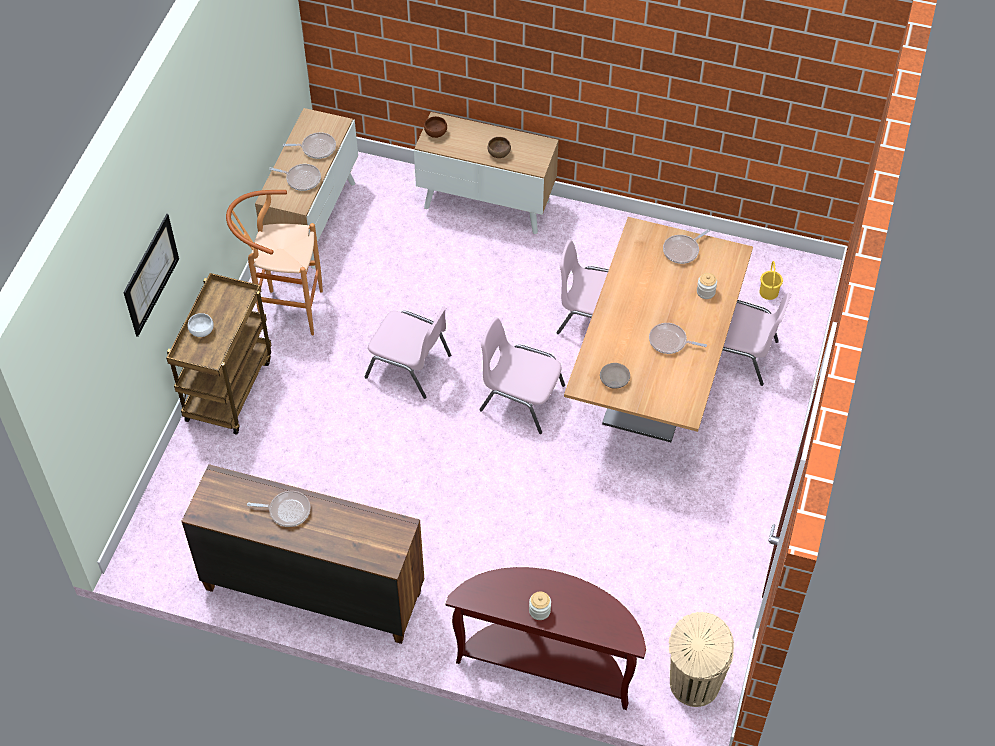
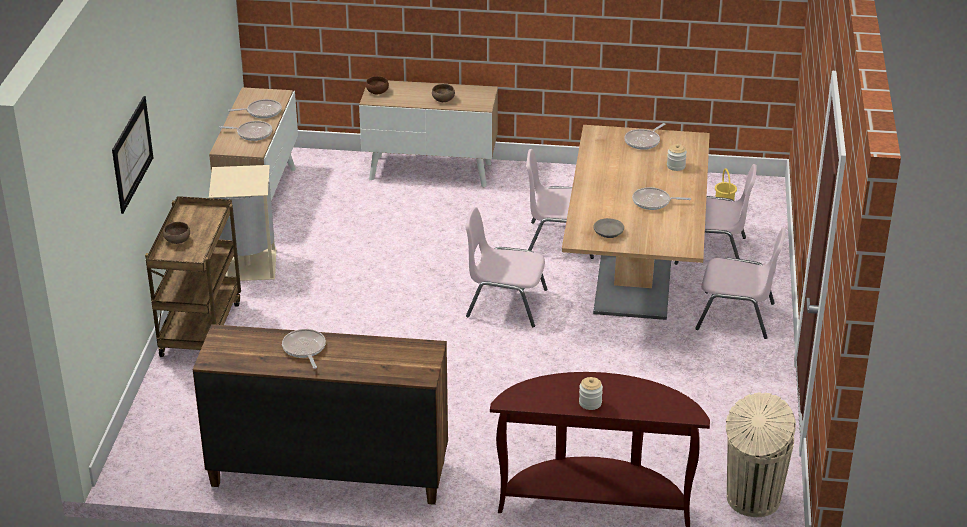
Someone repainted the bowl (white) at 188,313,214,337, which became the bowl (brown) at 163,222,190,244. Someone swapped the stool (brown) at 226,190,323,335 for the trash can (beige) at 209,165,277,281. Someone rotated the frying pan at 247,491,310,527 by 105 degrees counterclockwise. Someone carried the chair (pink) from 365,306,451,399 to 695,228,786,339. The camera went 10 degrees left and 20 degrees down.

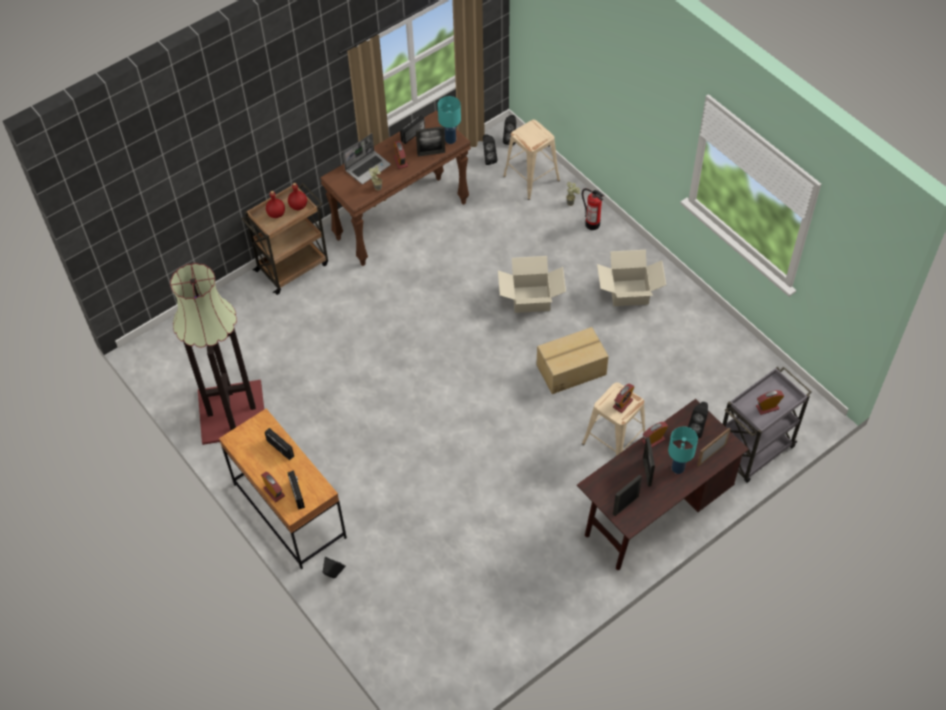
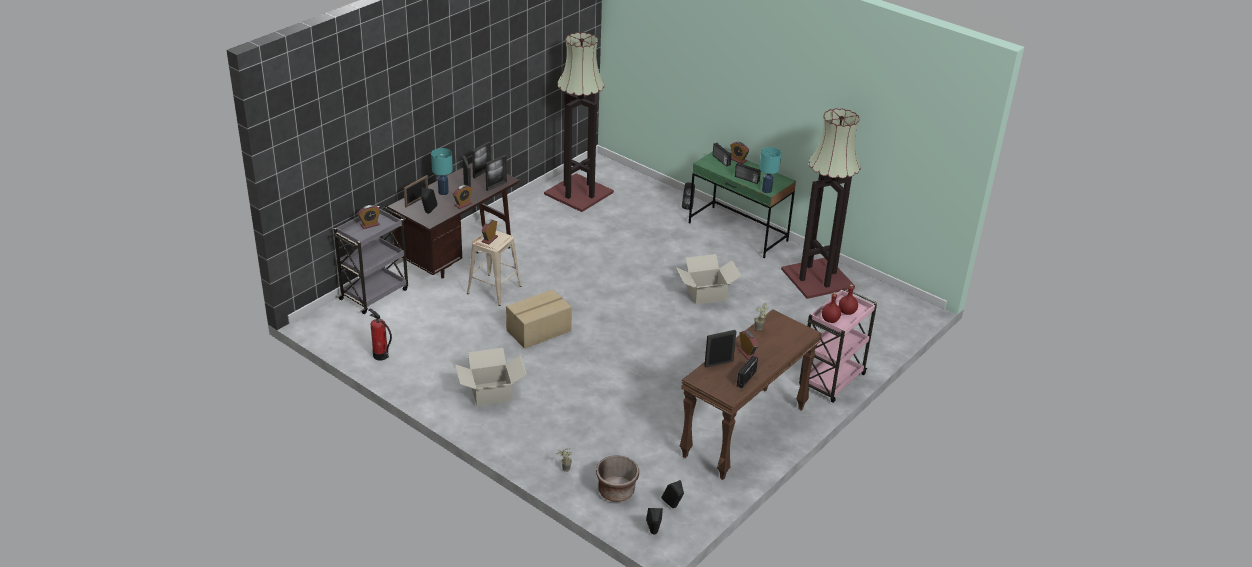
Someone repainted the desk (brown) at 219,409,347,569, which became the desk (green) at 689,152,796,258. Someone repainted the cart (brown) at 241,183,328,295, which became the cart (pink) at 799,289,877,403. Someone took away the laptop at 343,133,391,184. Someone carried the table lamp (turquoise) from 438,96,461,144 to 759,147,782,193. Someone carried the cardboard box from 498,256,566,313 to 677,254,741,305. Someone swapped the stool (beige) at 503,120,560,200 for the planter (brown) at 596,455,639,502. Someone carried the fire extinguisher from 582,188,604,230 to 368,308,392,361. Someone put down the picture frame at 485,155,507,191. Someone put down the floor lamp at 544,32,614,212. The camera went 165 degrees right and 20 degrees down.

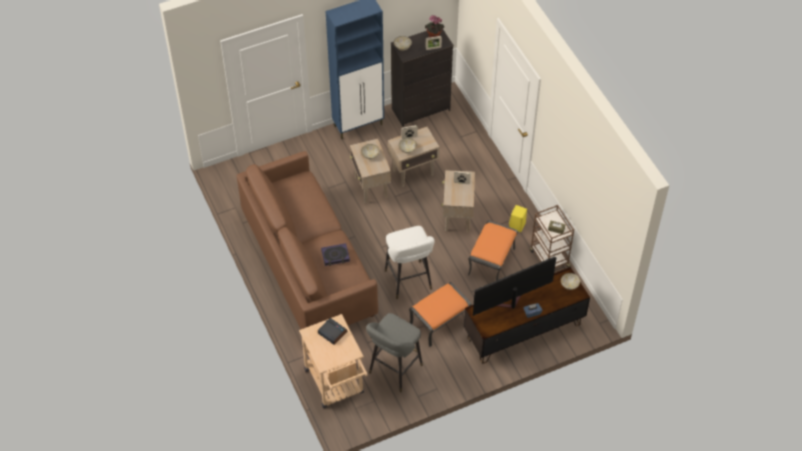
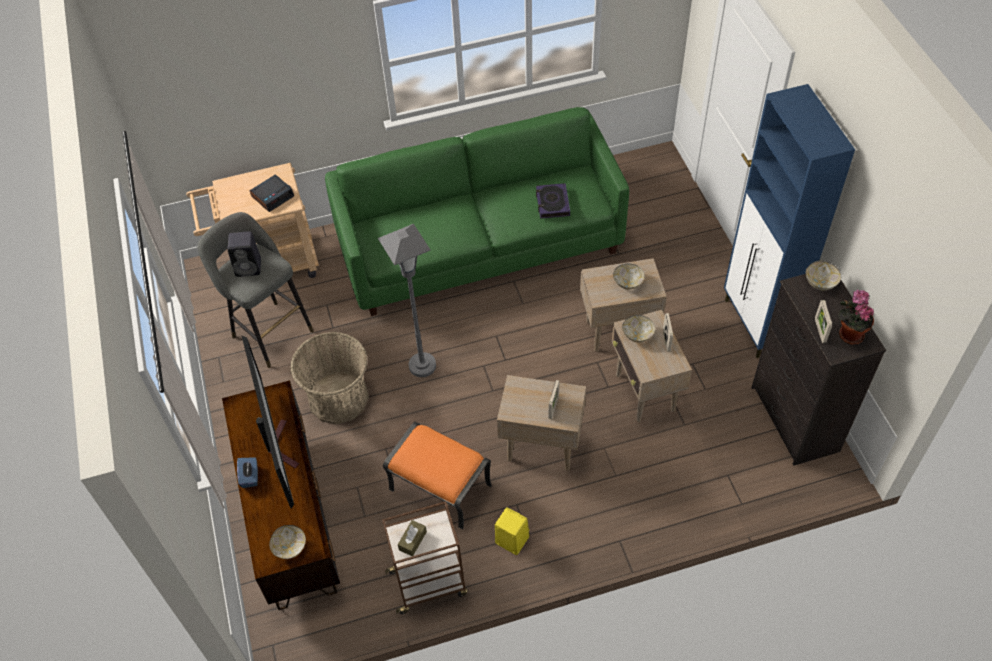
Someone repainted the sofa (brown) at 237,151,378,329, which became the sofa (green) at 325,107,629,316. Someone carried the book from 321,243,350,266 to 536,183,570,219. Someone swapped the stool (white) at 385,226,434,299 for the floor lamp (grey) at 378,224,436,377. Someone swapped the ottoman (orange) at 409,282,472,347 for the basket at 290,332,369,424. Someone put down the speaker (black) at 227,231,261,277. The camera went 100 degrees right and 0 degrees up.

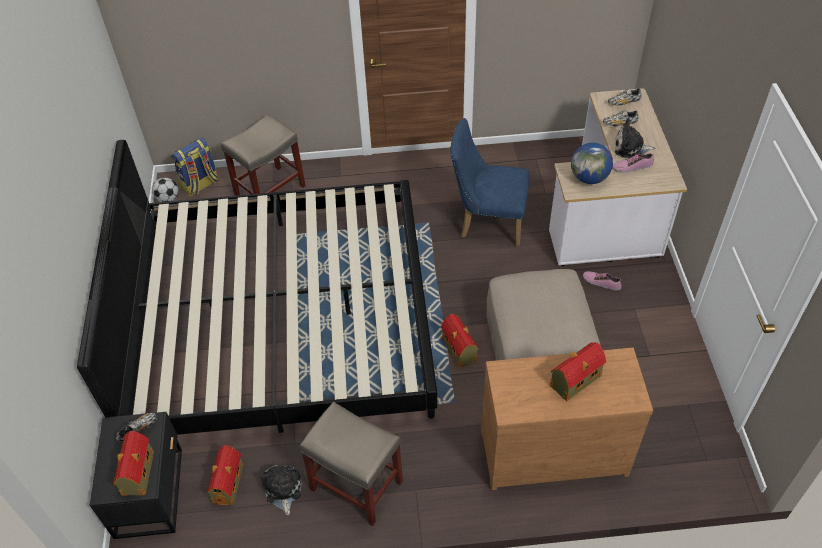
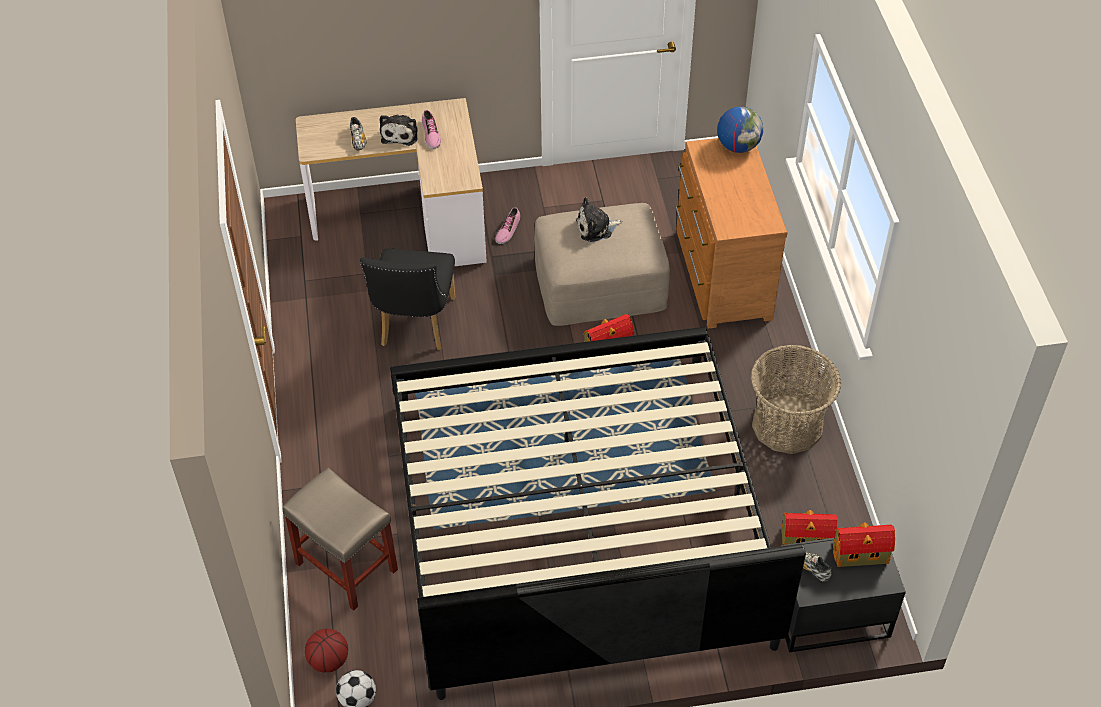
Someone swapped the backpack at 171,137,219,197 for the basketball at 305,629,348,673. Someone carried the plush toy from 260,465,302,515 to 576,197,622,242. Someone swapped the stool (beige) at 300,402,403,526 for the basket at 751,345,841,454. Someone repainted the chair (blue) at 450,118,530,246, which became the chair (black) at 360,248,455,350. Someone took away the toy house at 550,342,606,401. Someone carried the globe from 571,143,613,184 to 717,106,763,153. Someone took away the shoe at 608,88,641,106. The camera went 95 degrees left and 0 degrees up.

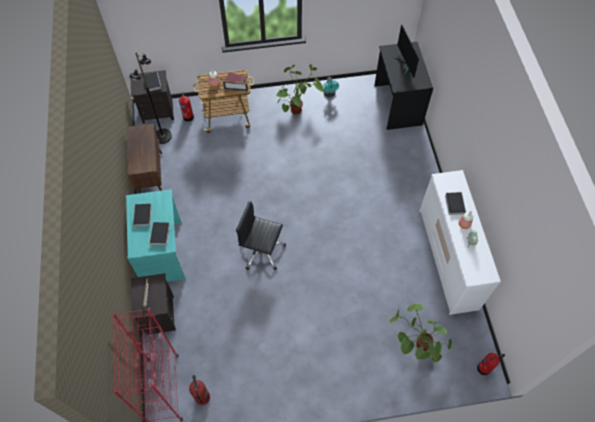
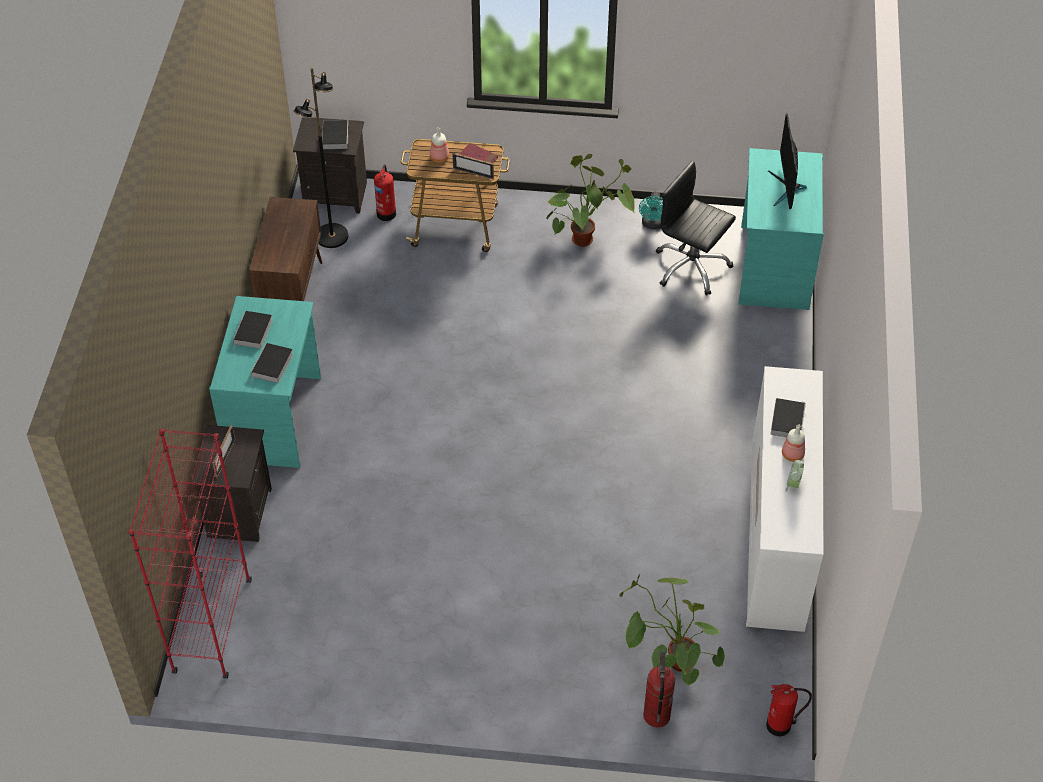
Someone carried the fire extinguisher from 189,375,210,405 to 643,652,675,727. Someone carried the office chair (black) from 236,201,286,270 to 656,161,736,296. Someone repainted the desk (black) at 374,42,433,130, which became the desk (turquoise) at 738,148,824,310. The camera went 15 degrees right and 10 degrees down.

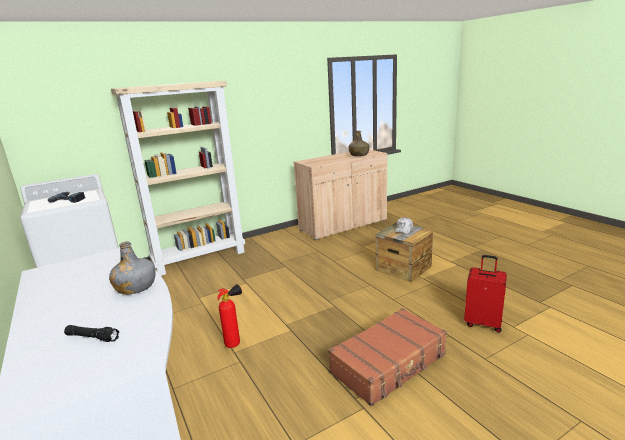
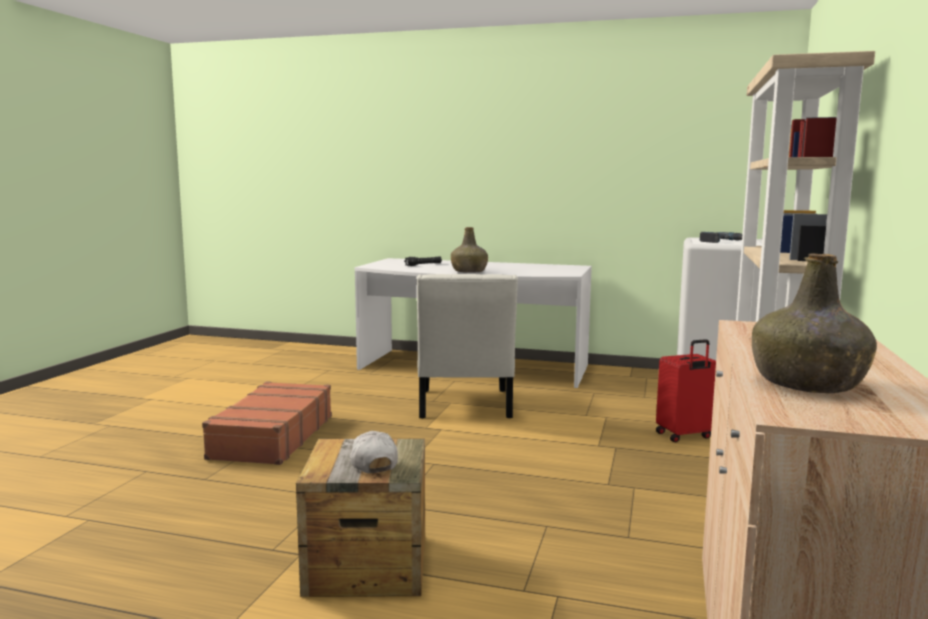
Someone repainted the bottle (grey) at 109,241,155,294, which became the bottle (green) at 451,227,488,273. Someone swapped the fire extinguisher at 217,284,242,348 for the chair (white) at 417,274,518,418. Someone carried the suitcase (red) from 464,255,507,333 to 656,339,716,442. The camera went 135 degrees right and 10 degrees down.

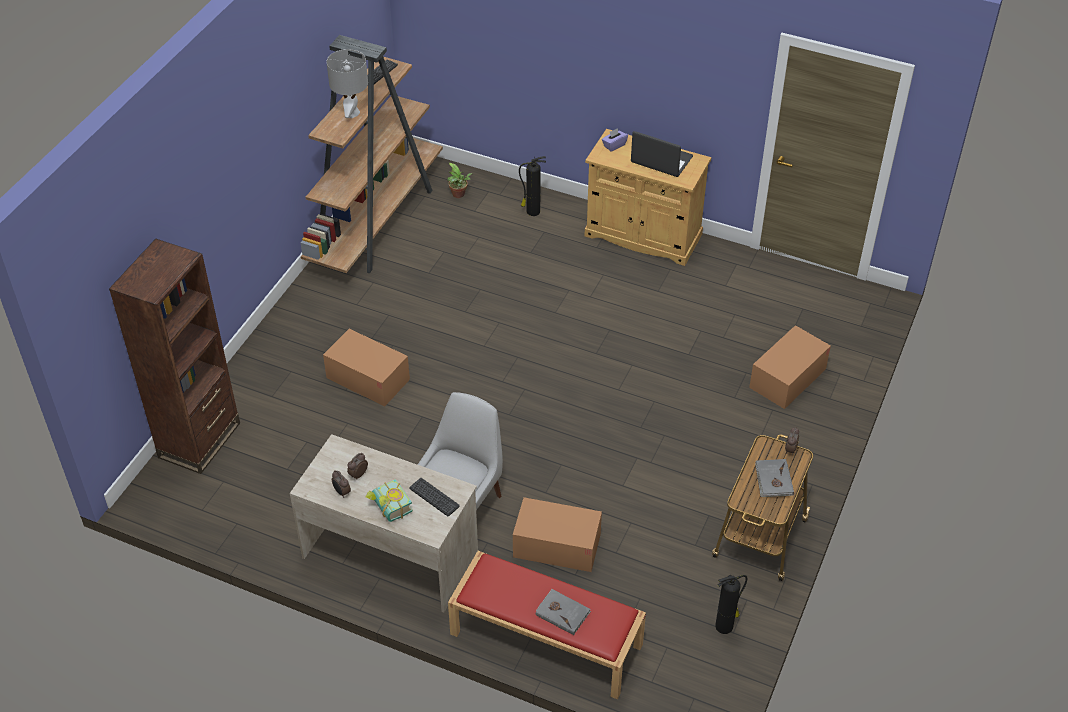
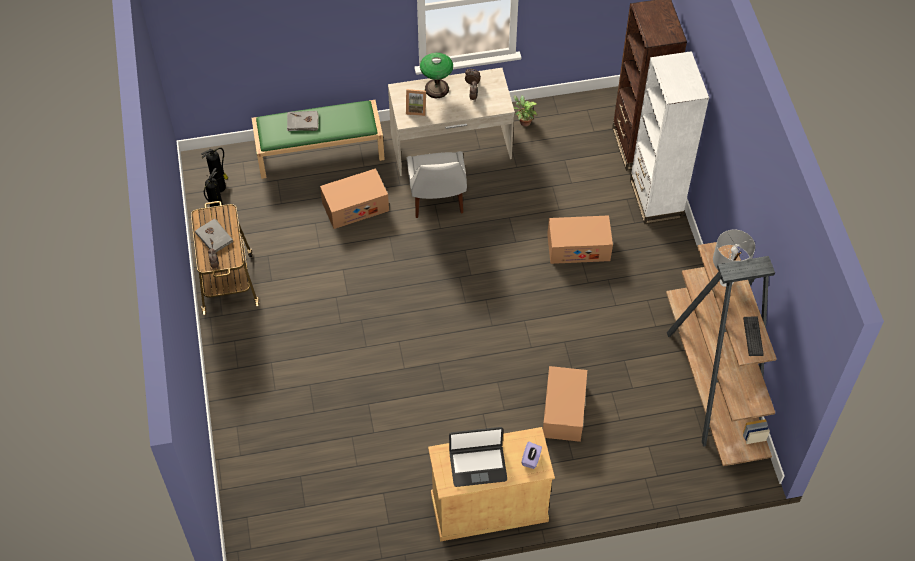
Someone swapped the book at 366,479,413,522 for the table lamp at 420,53,453,98. Someone swapped the keyboard at 409,478,460,517 for the picture frame at 406,89,426,116. Someone carried the potted plant from 447,163,473,198 to 514,95,538,127. Someone repainted the bench (red) at 448,551,646,700, which became the bench (green) at 252,100,385,179. Someone carried the fire extinguisher from 519,156,546,216 to 201,148,228,192. Someone carried the cardboard box from 749,325,831,409 to 543,366,587,442. Someone put down the bookcase (white) at 630,51,709,224. The camera went 145 degrees right and 10 degrees up.

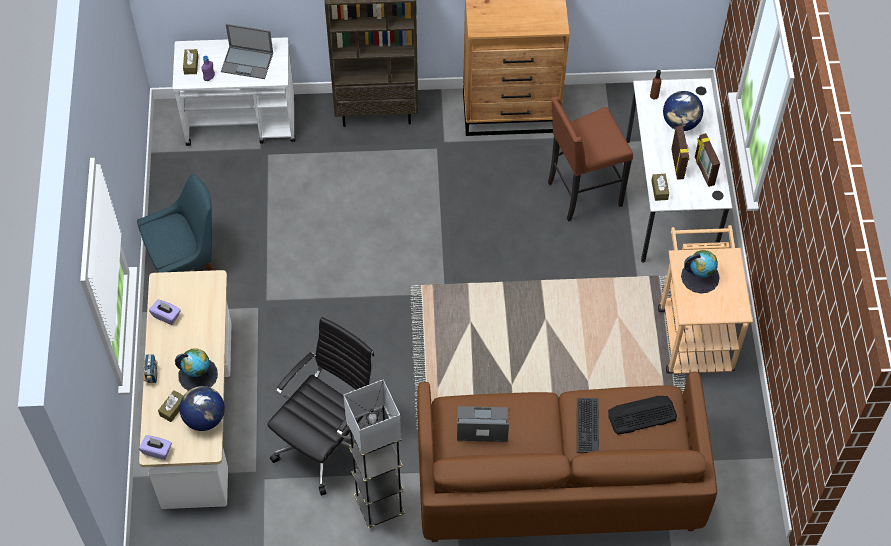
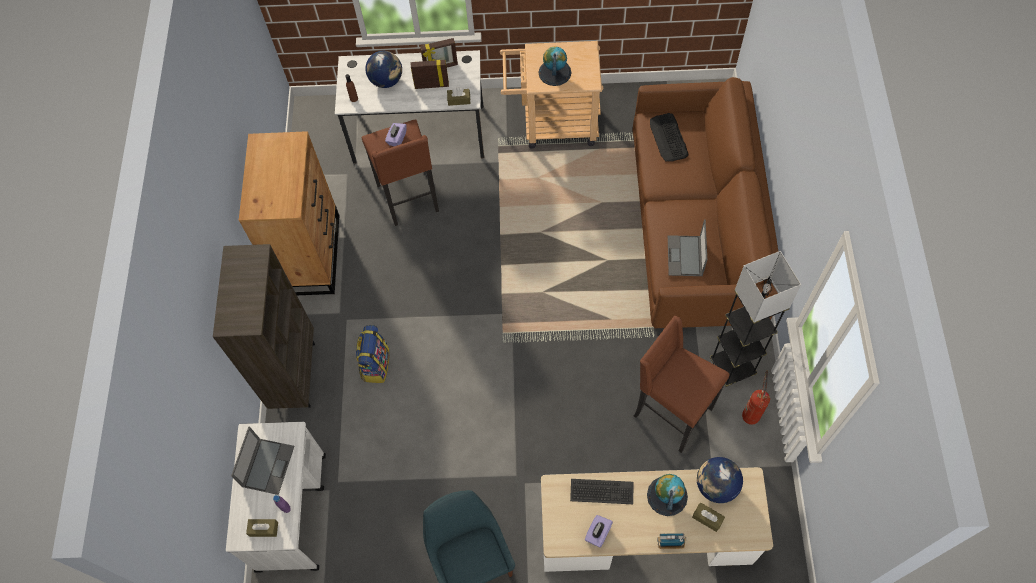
Someone carried the tissue box (purple) from 139,435,172,460 to 385,123,406,146. Someone swapped the office chair (black) at 267,317,374,496 for the stool (brown) at 634,316,729,453. Someone carried the keyboard from 577,398,599,453 to 570,479,633,504. Someone put down the backpack at 356,325,390,383. Someone put down the fire extinguisher at 742,370,770,425. The camera went 85 degrees left and 5 degrees up.

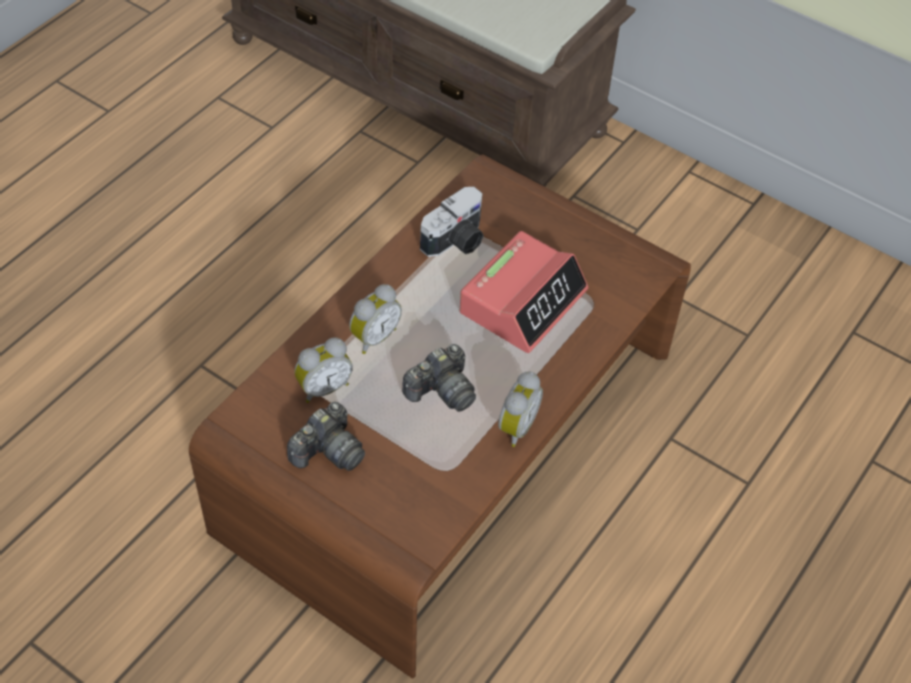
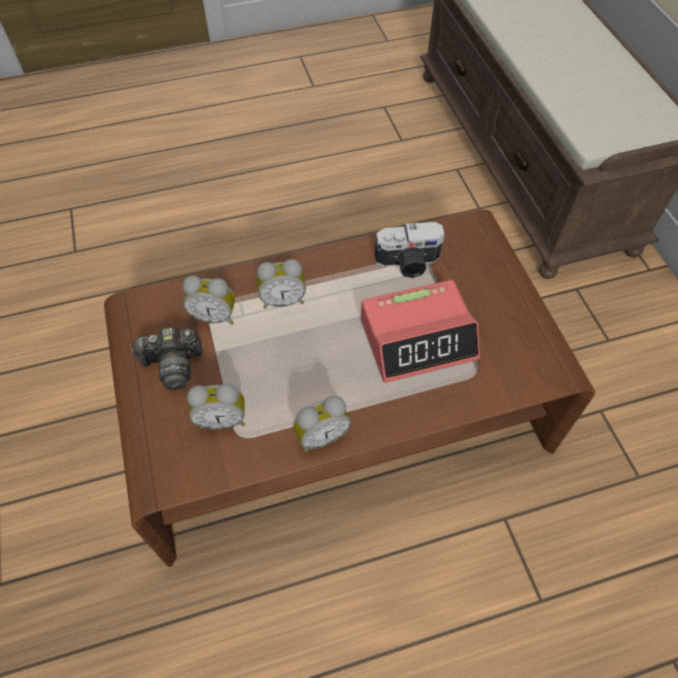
Someone took away the photo camera at 402,344,476,412. Someone put down the alarm clock at 187,383,245,430. The camera went 40 degrees right and 5 degrees up.

